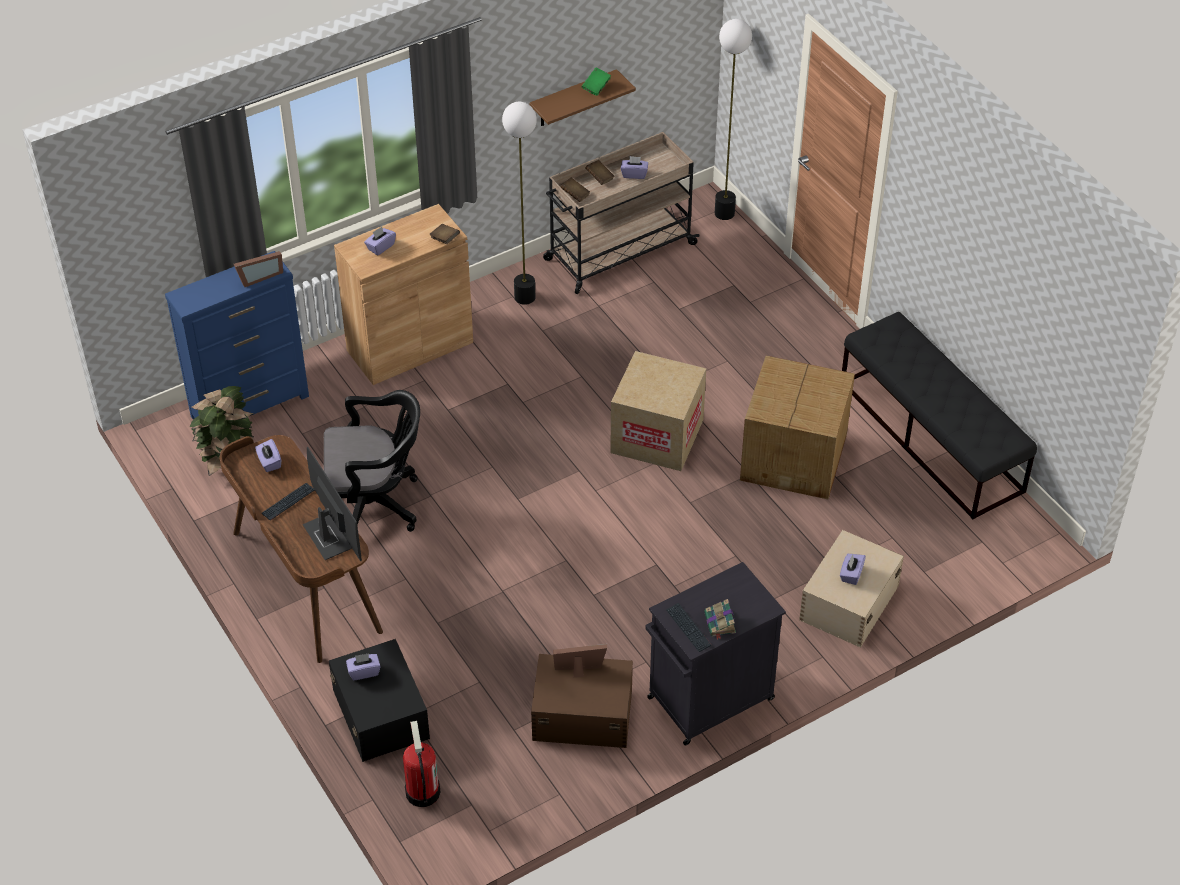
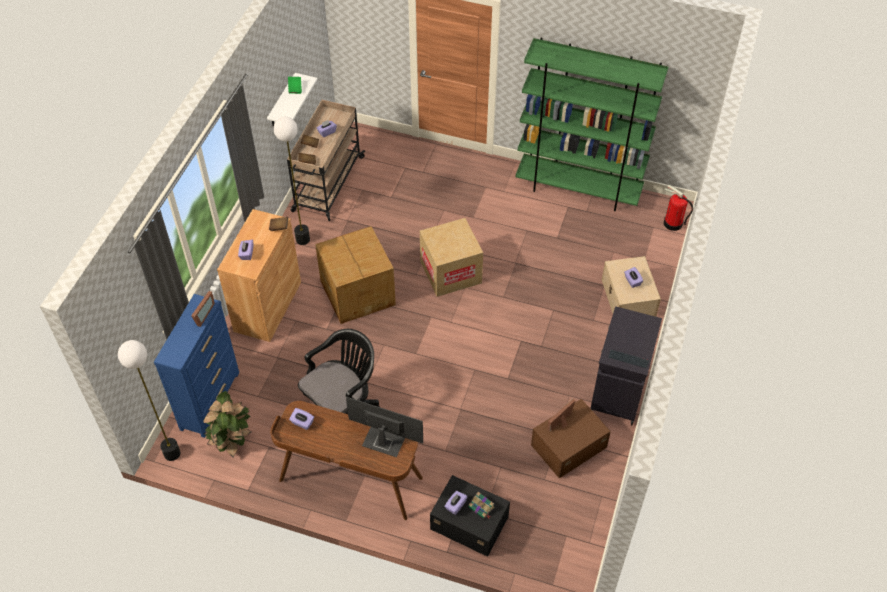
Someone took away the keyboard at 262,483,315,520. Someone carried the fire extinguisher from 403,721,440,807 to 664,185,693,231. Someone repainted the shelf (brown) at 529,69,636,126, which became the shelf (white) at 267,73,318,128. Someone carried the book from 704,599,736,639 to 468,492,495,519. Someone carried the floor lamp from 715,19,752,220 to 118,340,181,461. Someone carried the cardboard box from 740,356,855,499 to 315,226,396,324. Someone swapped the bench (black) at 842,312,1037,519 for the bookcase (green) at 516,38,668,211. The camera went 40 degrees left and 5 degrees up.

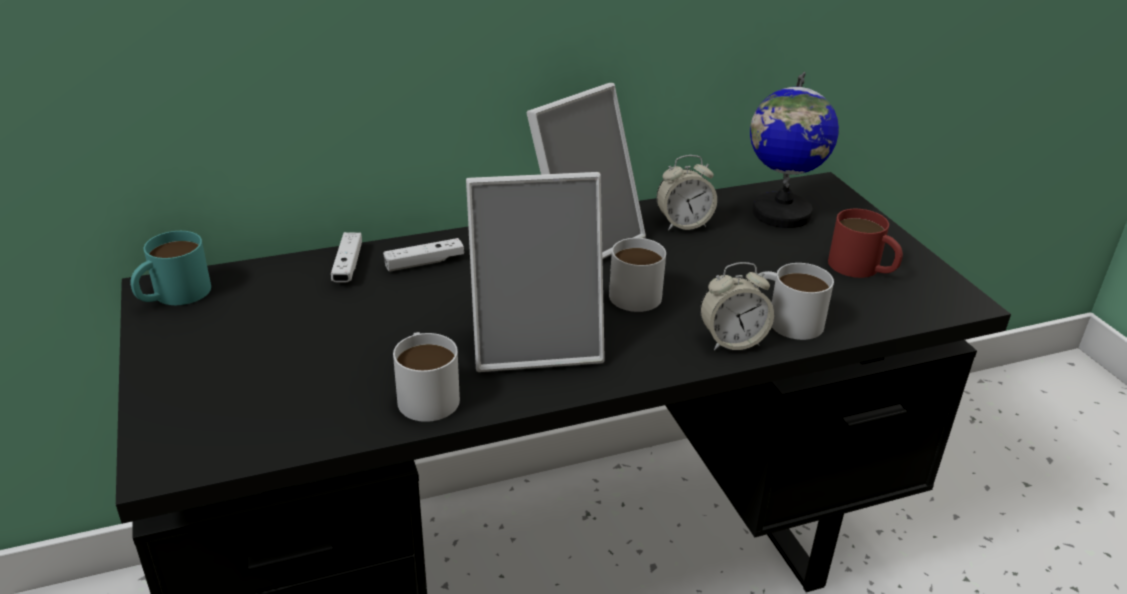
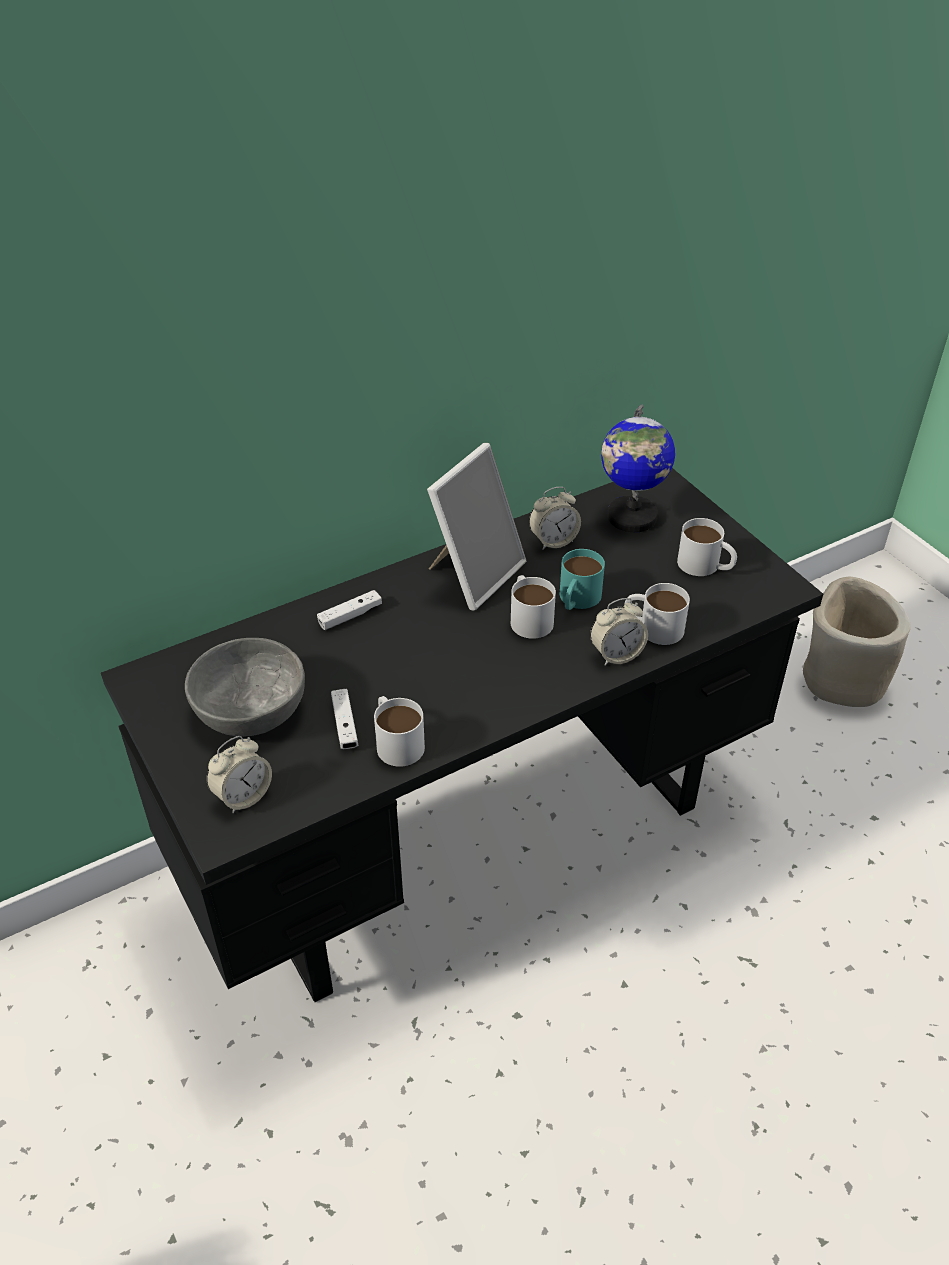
Someone carried the mug (turquoise) from 130,231,211,305 to 560,549,605,610. Someone carried the game controller (white) from 331,232,362,283 to 331,689,359,749. Someone took away the picture frame at 466,172,605,372. Someone repainted the mug (red) at 828,209,903,278, which became the mug (white) at 677,518,737,576. Someone put down the bowl (grey) at 185,638,305,737. Someone put down the alarm clock at 207,736,272,813. Someone put down the planter (beige) at 803,576,911,707. The camera went 10 degrees left and 10 degrees up.

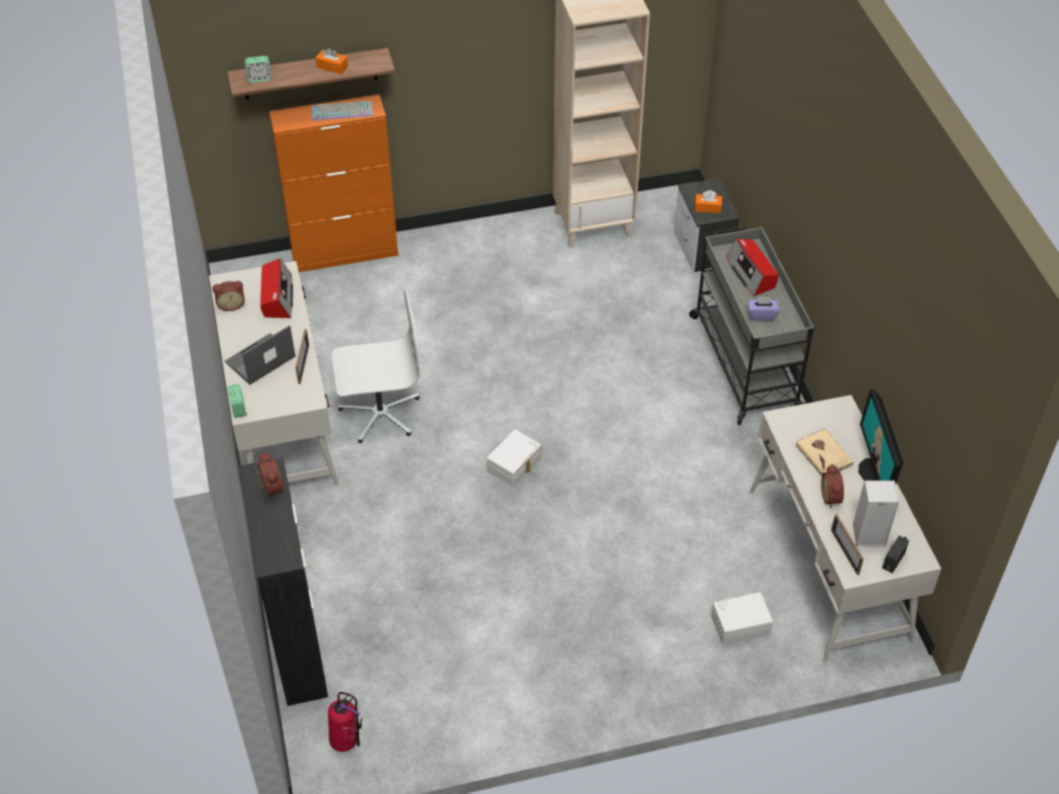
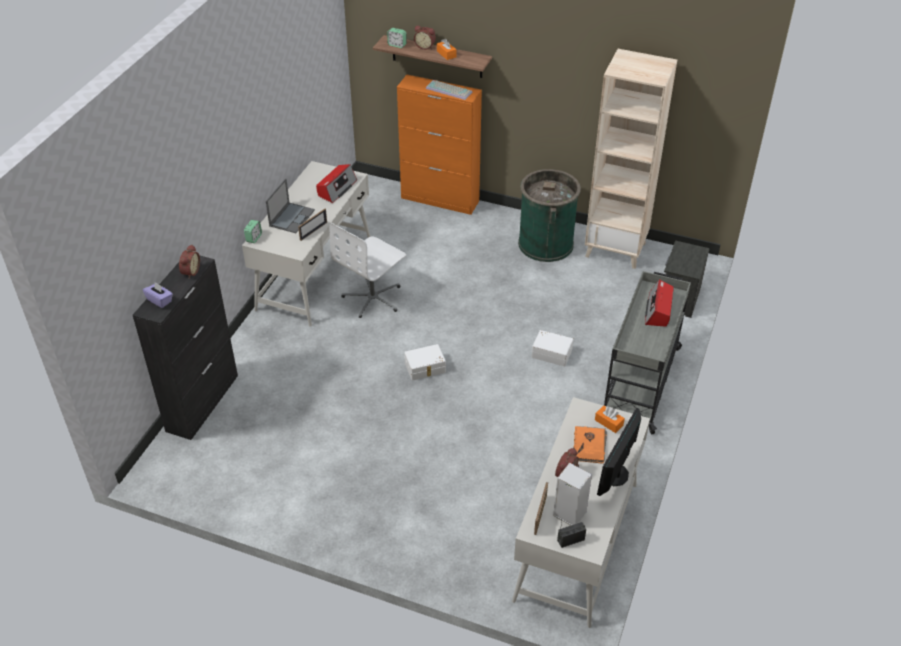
Someone carried the alarm clock from 212,281,245,311 to 414,26,436,50. Someone rotated the laptop at 225,325,295,385 by 120 degrees clockwise. Someone took away the fire extinguisher at 328,692,363,752. Someone rotated the office chair (white) at 332,290,420,443 by 105 degrees clockwise. Someone carried the tissue box (orange) from 695,190,722,213 to 595,406,625,433. Someone carried the storage box (white) from 711,592,773,645 to 532,330,573,367. Someone carried the tissue box (purple) from 748,296,779,321 to 143,282,173,308. Someone repainted the book (beige) at 796,428,854,476, which became the book (orange) at 574,426,607,464. Someone put down the trash can (green) at 518,169,581,262. The camera went 35 degrees right and 5 degrees down.

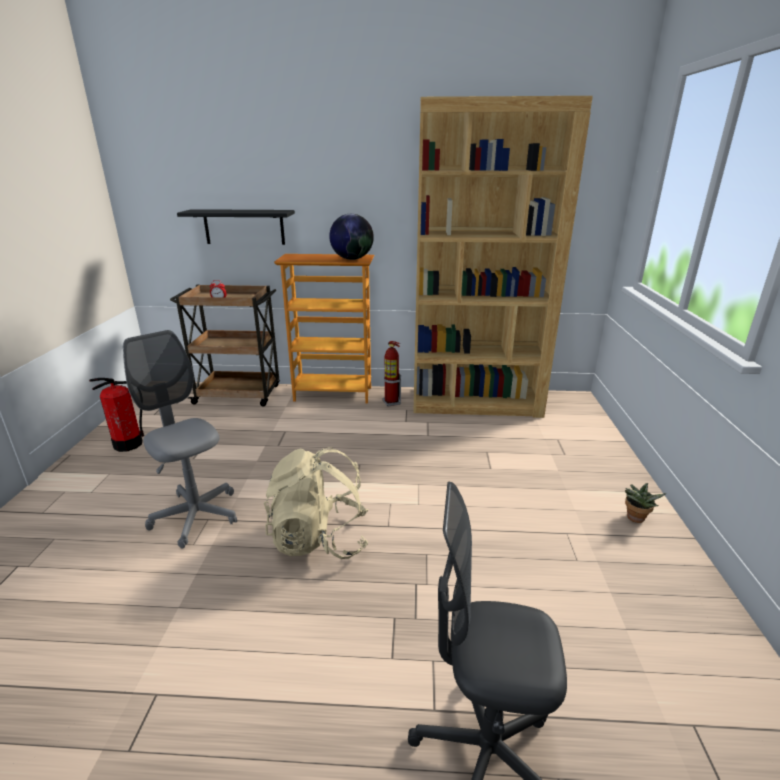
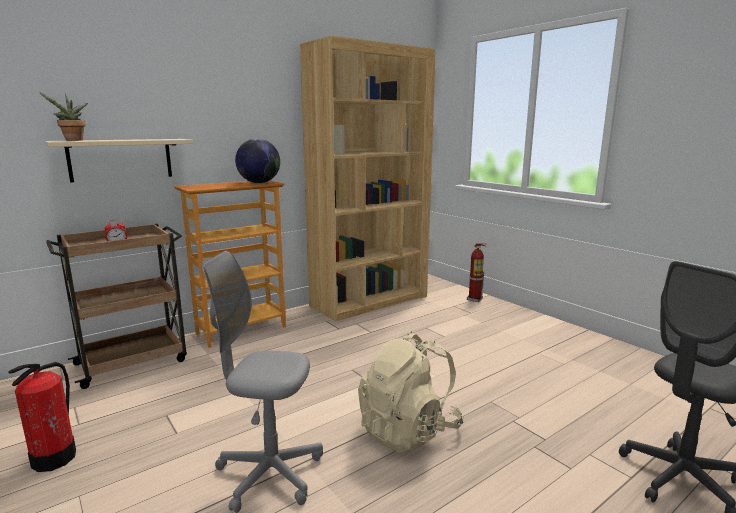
Someone repainted the shelf (black) at 177,209,295,245, which became the shelf (beige) at 45,139,193,183. Someone carried the fire extinguisher from 383,341,401,407 to 467,243,487,302. Someone carried the potted plant from 625,483,667,523 to 40,93,88,141. The camera went 40 degrees left and 10 degrees down.

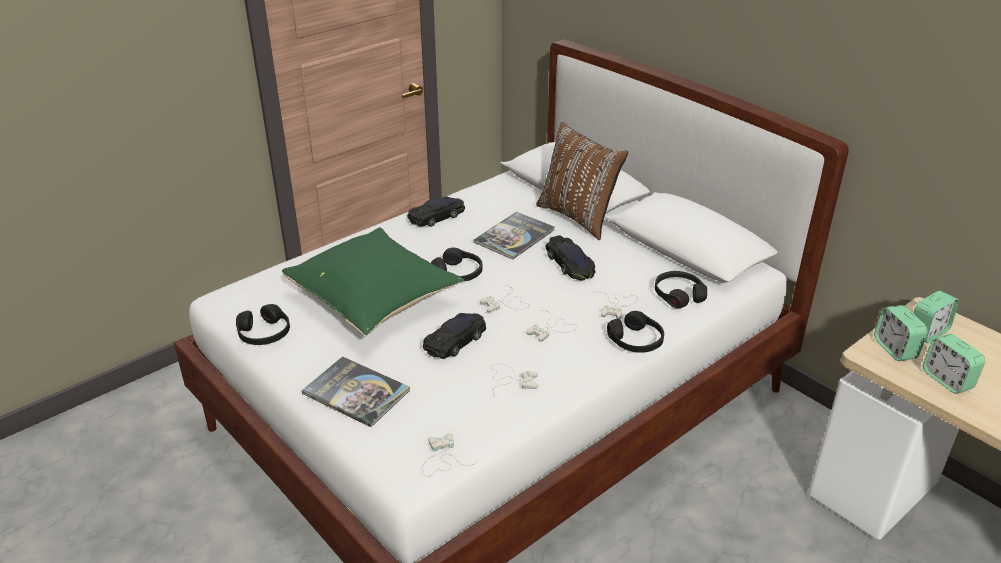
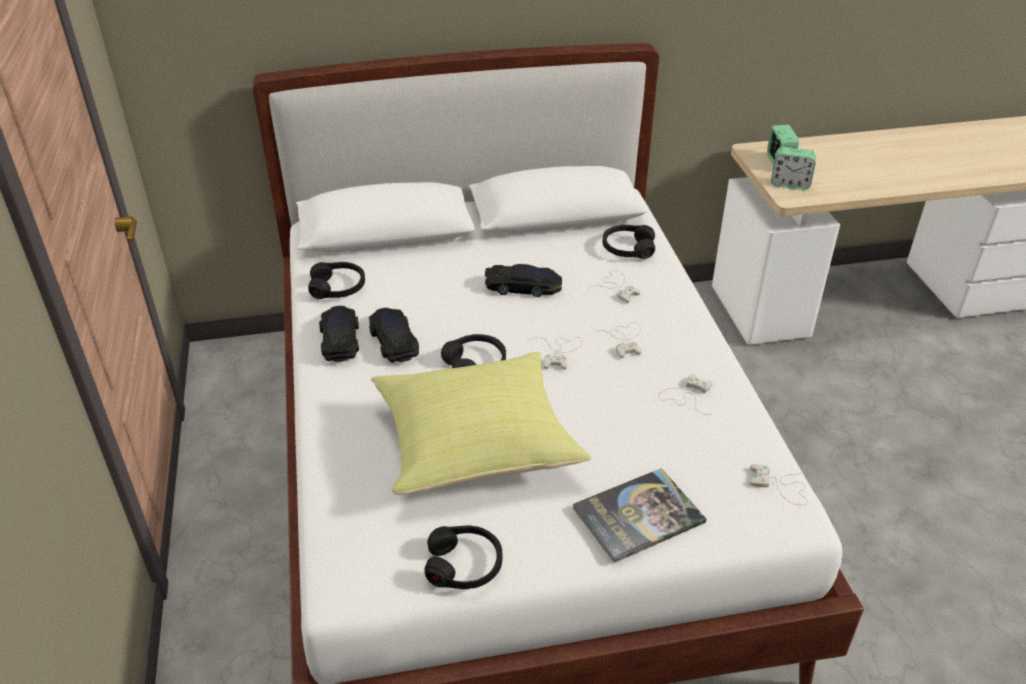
Someone repainted the pillow (green) at 282,227,464,336, which became the pillow (yellow) at 371,352,591,495. Someone carried the toy car (black) from 423,313,486,359 to 369,308,419,363. Someone took away the book at 474,212,554,260. Someone took away the pillow (brown) at 536,122,628,240. Someone carried the headphones (black) from 607,311,664,353 to 308,262,365,299. Someone took away the alarm clock at 923,334,985,394. The camera went 60 degrees left and 5 degrees up.

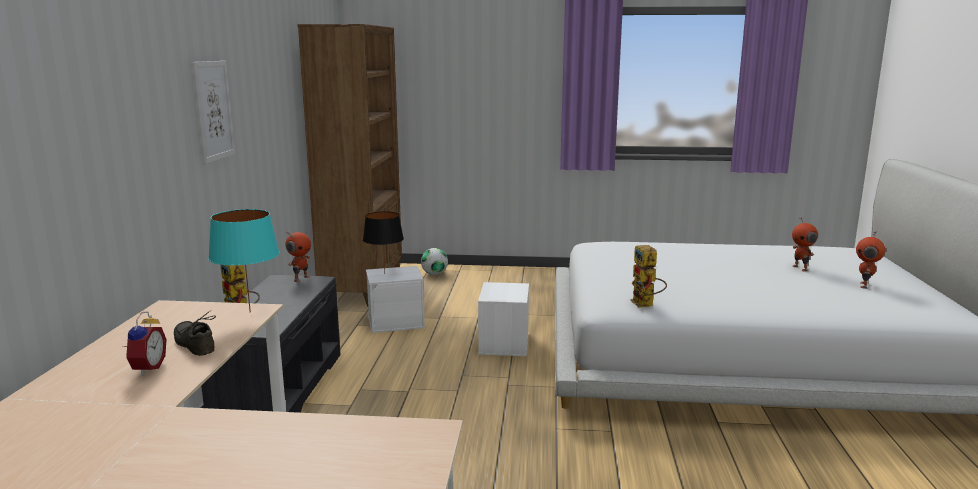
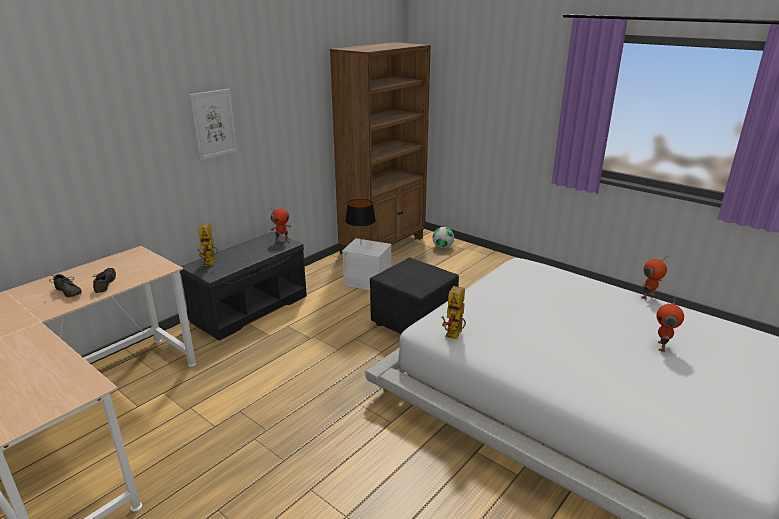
Someone swapped the alarm clock at 125,311,166,376 for the shoe (grey) at 49,274,82,297. Someone took away the table lamp (turquoise) at 208,209,280,313. Someone swapped the storage box (white) at 478,282,529,356 for the ottoman (black) at 370,257,459,334. Someone carried the toy robot from 856,231,885,289 to 641,256,668,299. The camera went 35 degrees right and 10 degrees up.

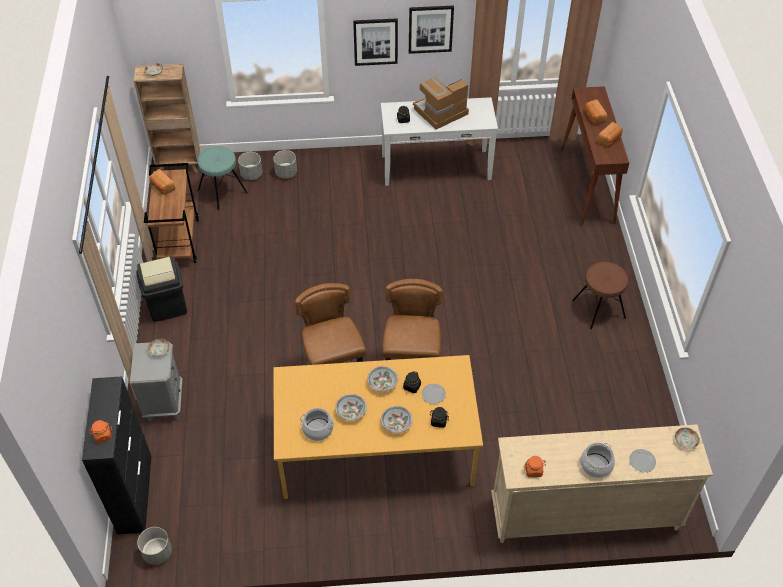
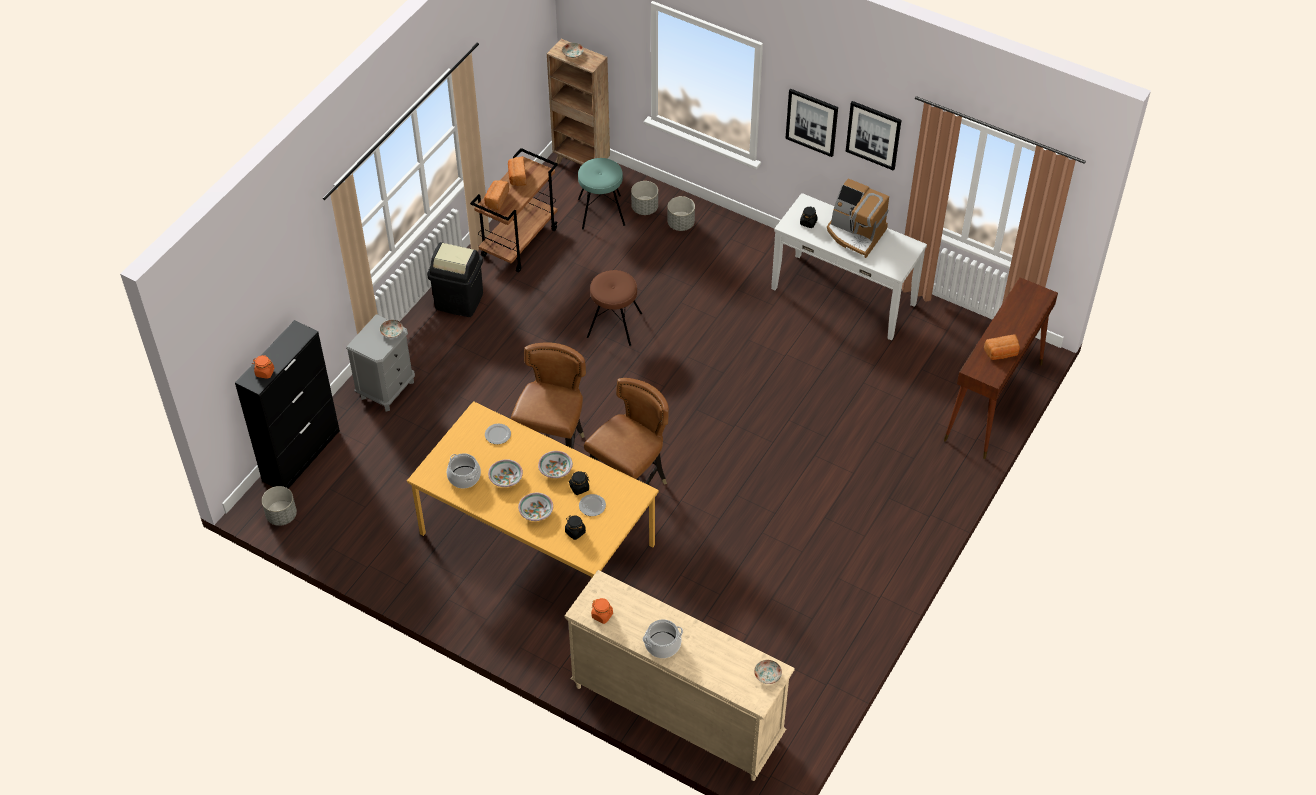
Someone rotated the coffee machine at 413,77,469,130 by 150 degrees counterclockwise. Someone carried the stool (brown) from 572,262,628,330 to 587,270,642,346. Someone carried the bread from 584,100,607,124 to 484,180,509,210. Someone carried the plate from 629,449,656,472 to 485,424,511,444. The camera went 35 degrees right and 0 degrees up.

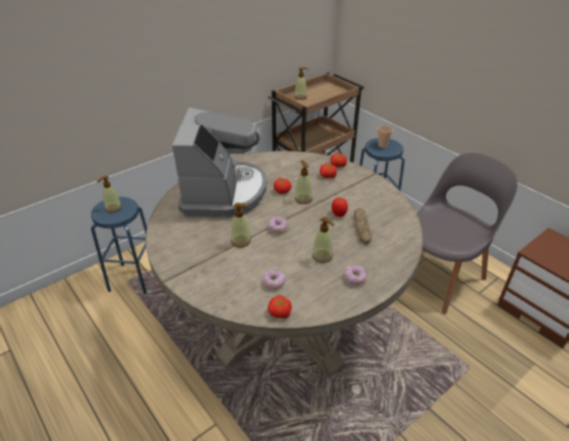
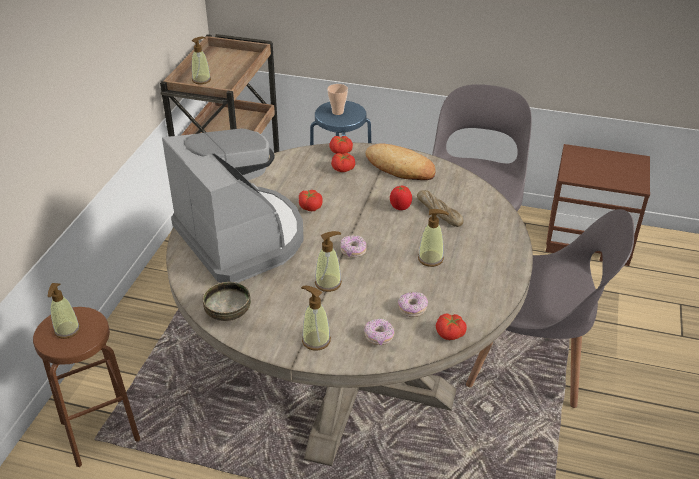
Someone repainted the stool (blue) at 91,197,147,294, which became the stool (brown) at 33,307,140,467. Someone carried the soap dispenser from 295,160,313,204 to 301,286,331,350. Someone carried the donut from 345,265,367,285 to 364,318,394,345. Someone put down the bowl at 203,282,251,321. Someone put down the bread at 366,144,435,180. Someone put down the chair (grey) at 466,209,634,408. The camera went 35 degrees left and 0 degrees up.

